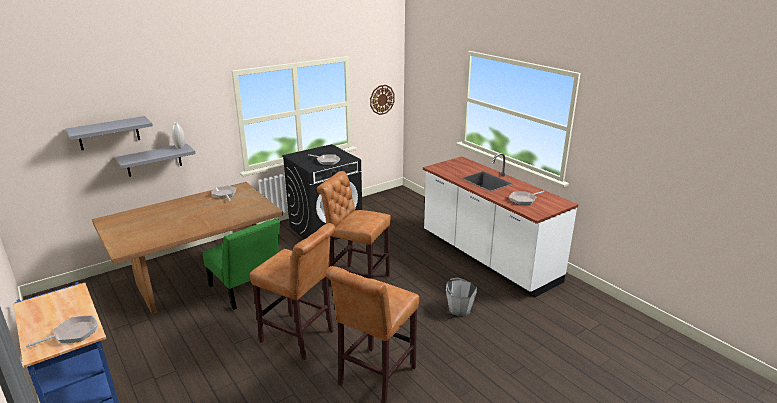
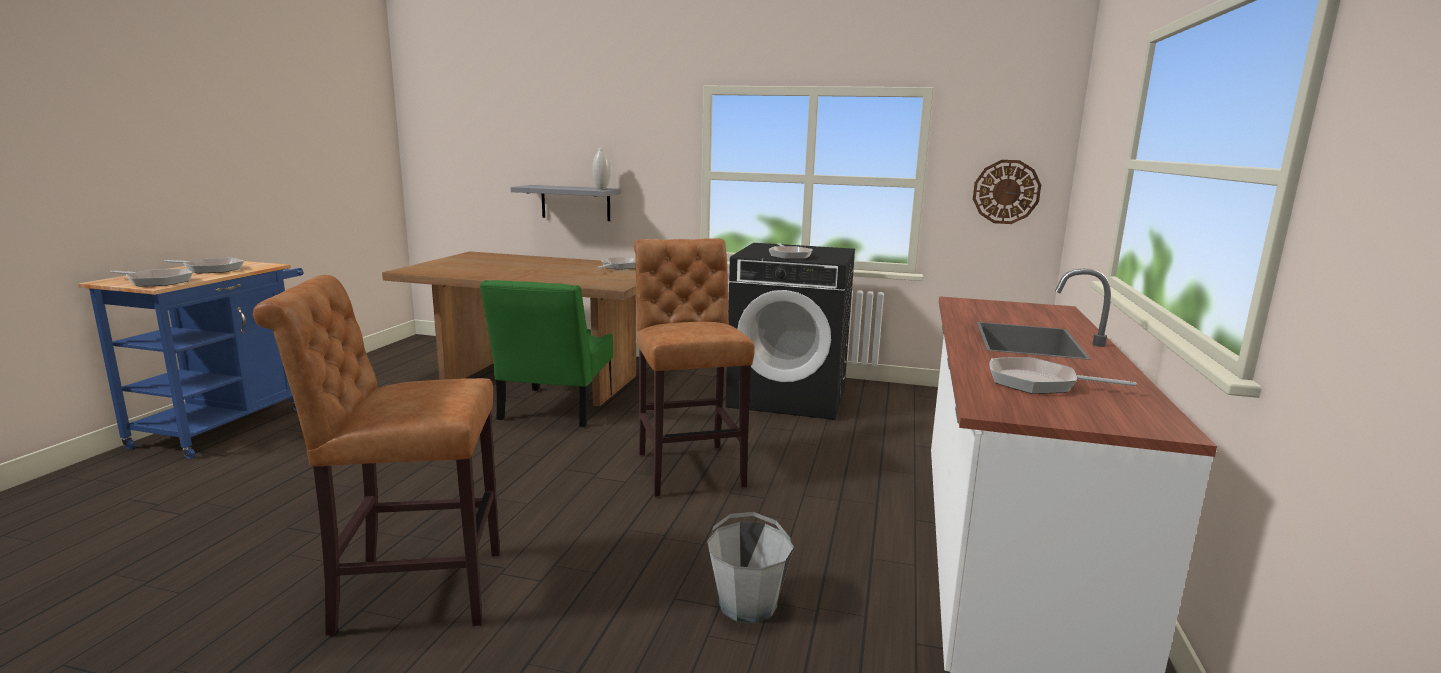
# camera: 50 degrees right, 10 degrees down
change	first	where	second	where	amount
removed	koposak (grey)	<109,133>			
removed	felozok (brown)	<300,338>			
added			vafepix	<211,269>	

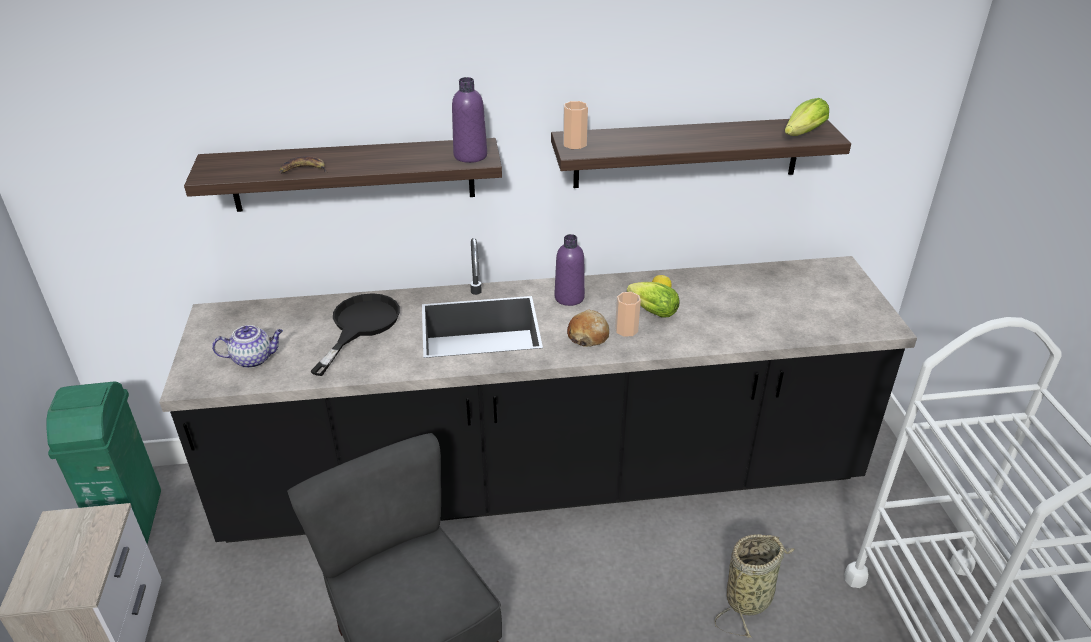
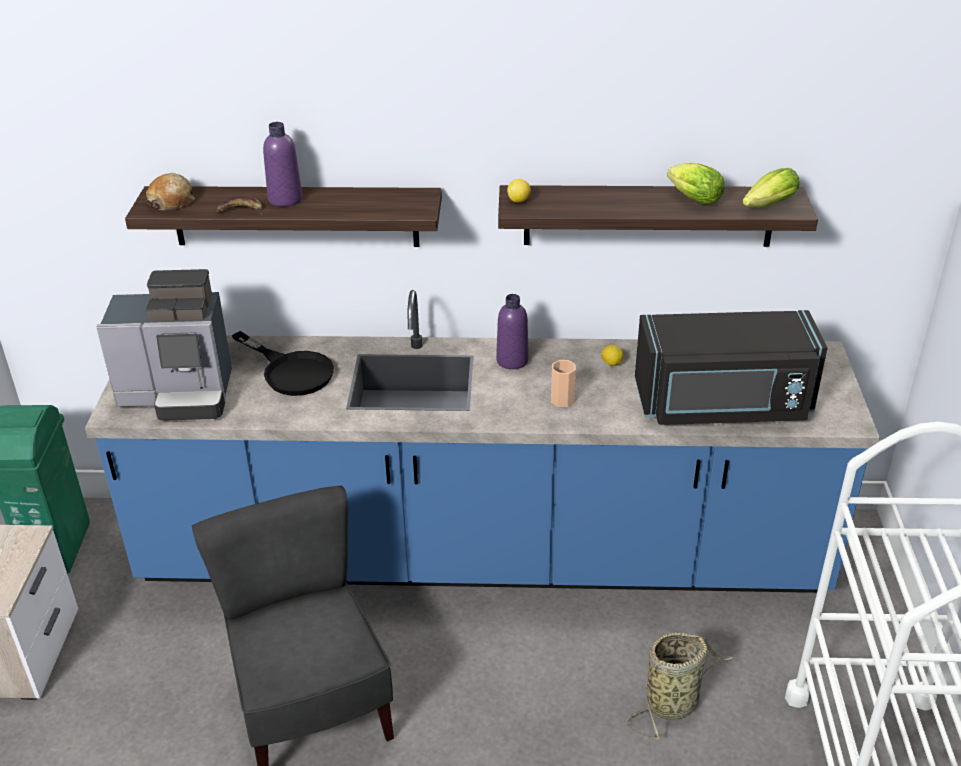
# camera: 10 degrees right, 0 degrees up
change	first	where	second	where	amount
moved	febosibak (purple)	<470,156>		<285,199>	
replaced	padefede	<575,144>	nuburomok	<519,201>	
recoloured	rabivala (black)	<545,481>	rabivala (blue)	<482,557>	
moved	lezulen	<650,311>		<691,198>	
turned	vafepix (black)	<360,326>		<290,371>	105 degrees clockwise
moved	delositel	<588,335>		<171,201>	
replaced	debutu	<254,359>	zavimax	<180,394>	
added			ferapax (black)	<723,405>	

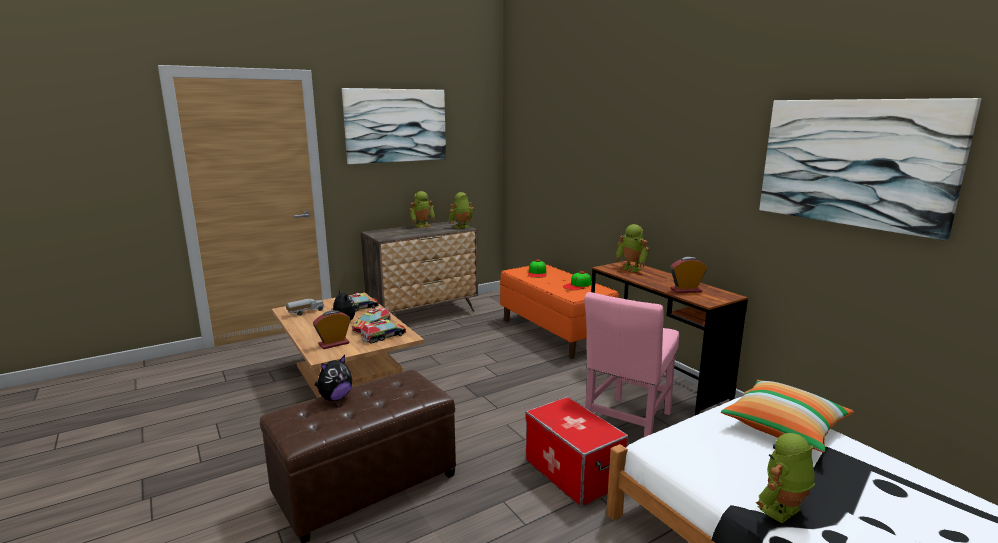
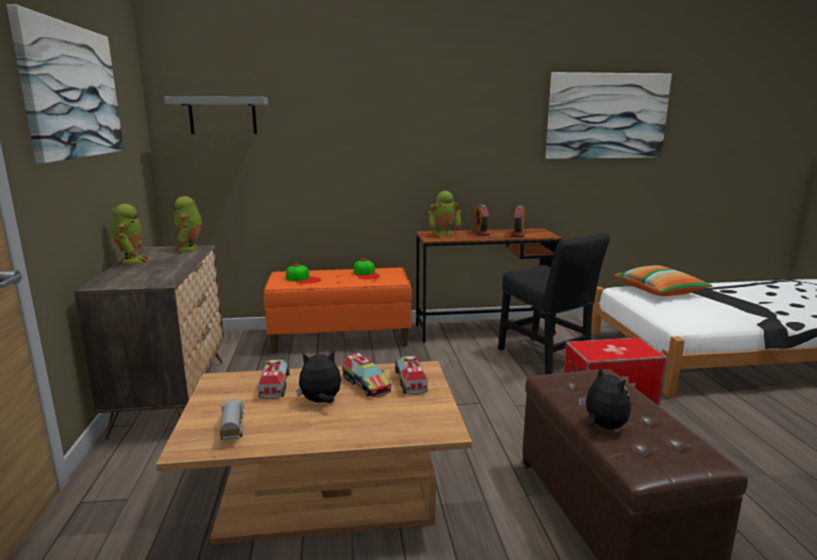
# camera: 65 degrees left, 0 degrees up
change	first	where	second	where	amount
recoloured	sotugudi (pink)	<627,426>	sotugudi (black)	<545,357>	
moved	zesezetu	<334,344>		<480,233>	
removed	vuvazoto	<782,511>			
added			koposak (grey)	<223,116>	

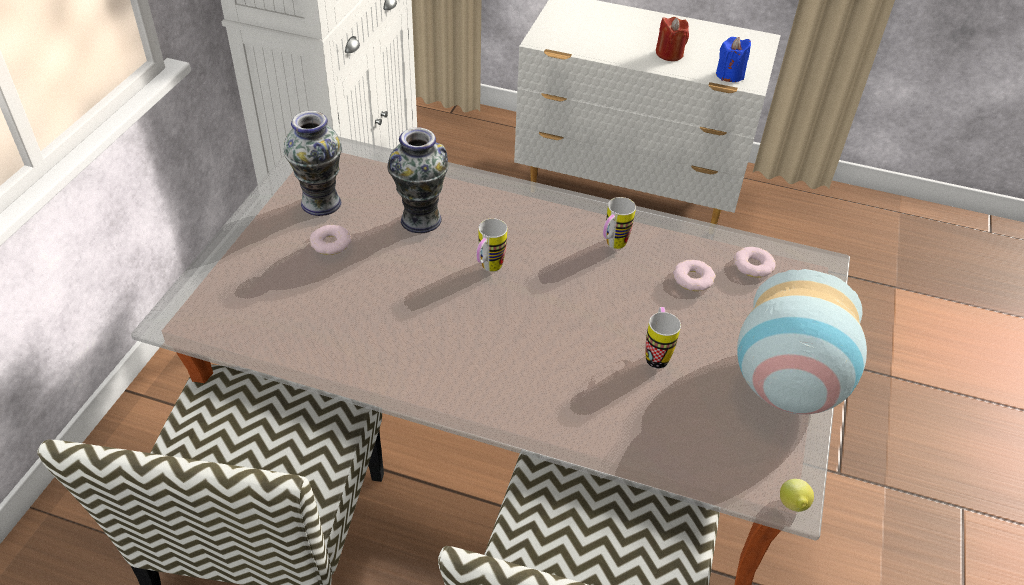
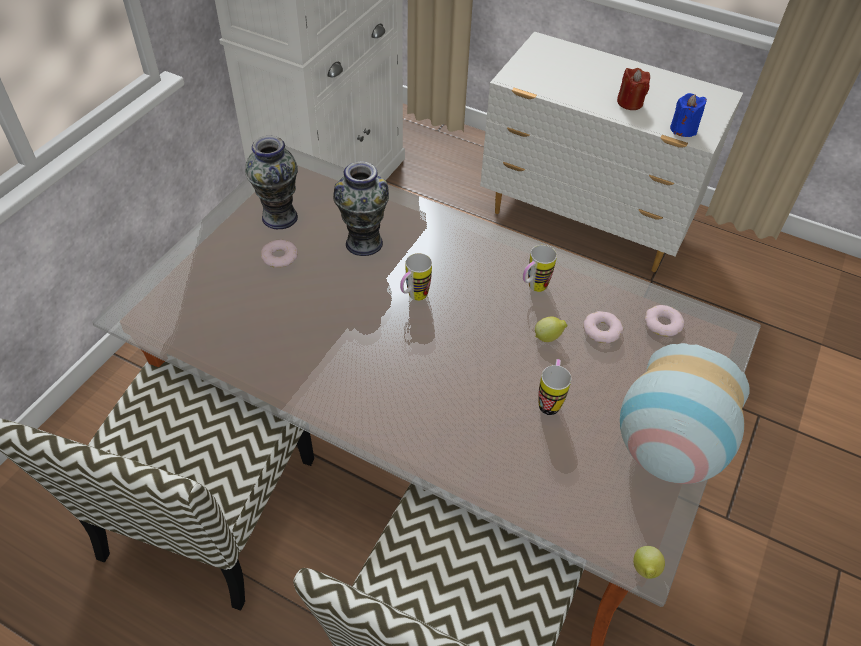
# camera: 10 degrees right, 5 degrees up
change	first	where	second	where	amount
added			nuburomok	<548,337>	

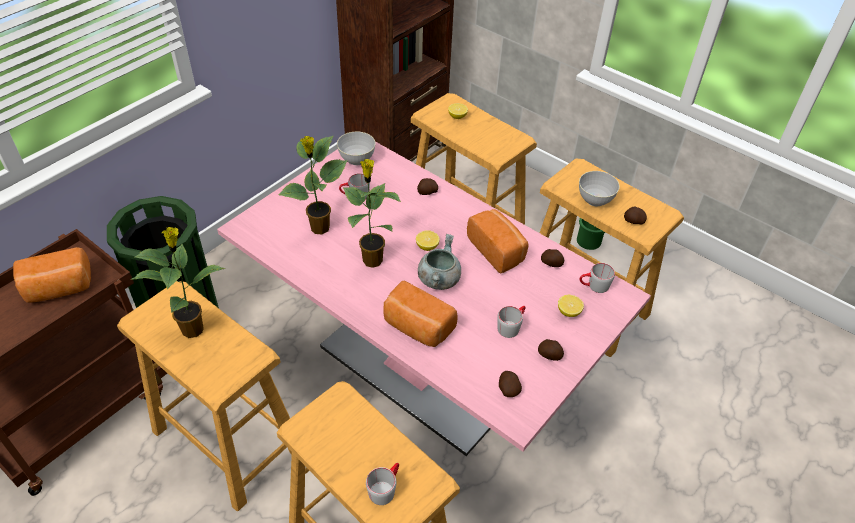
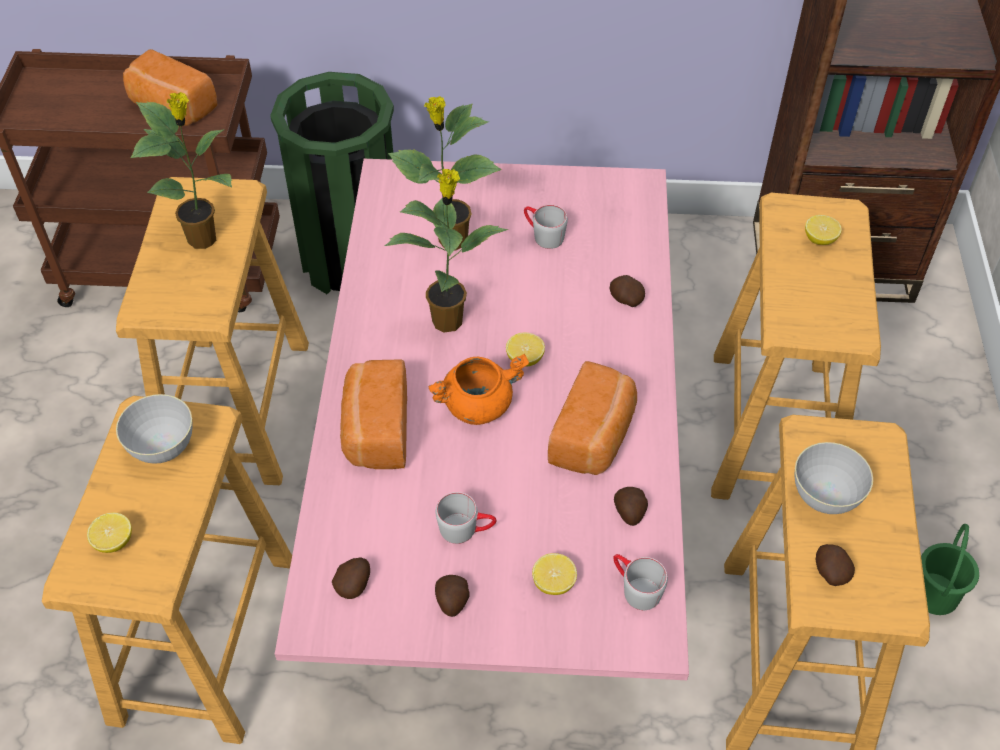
# camera: 55 degrees right, 5 degrees up
change	first	where	second	where	amount
moved	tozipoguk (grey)	<356,159>		<163,447>	
recoloured	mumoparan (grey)	<438,279>	mumoparan (orange)	<478,404>	
replaced	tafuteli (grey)	<385,488>	nuburomok	<114,541>	

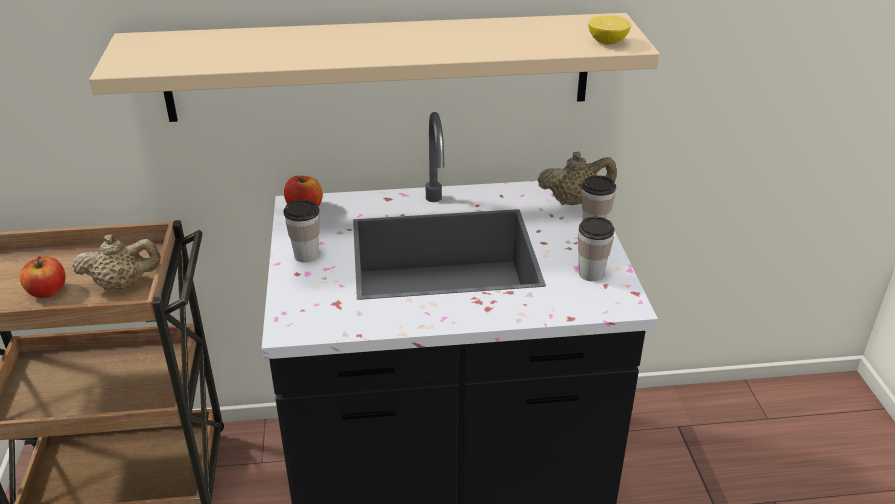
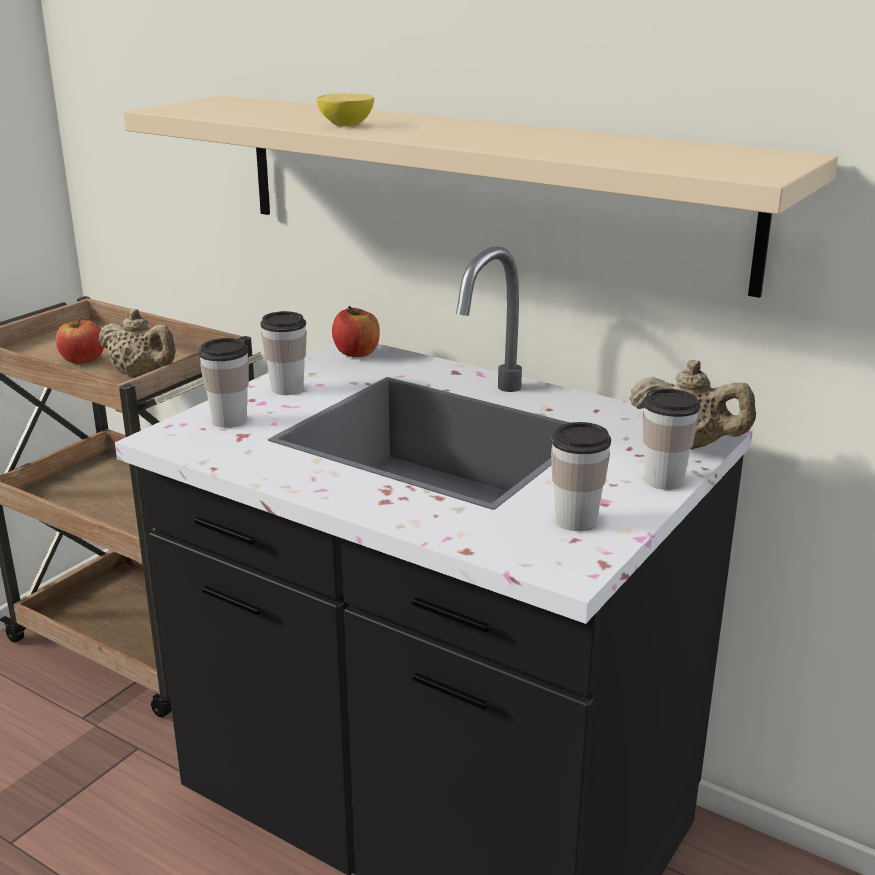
# camera: 40 degrees right, 10 degrees down
change	first	where	second	where	amount
moved	nuburomok	<607,42>		<346,125>	
added			padefede	<229,420>	

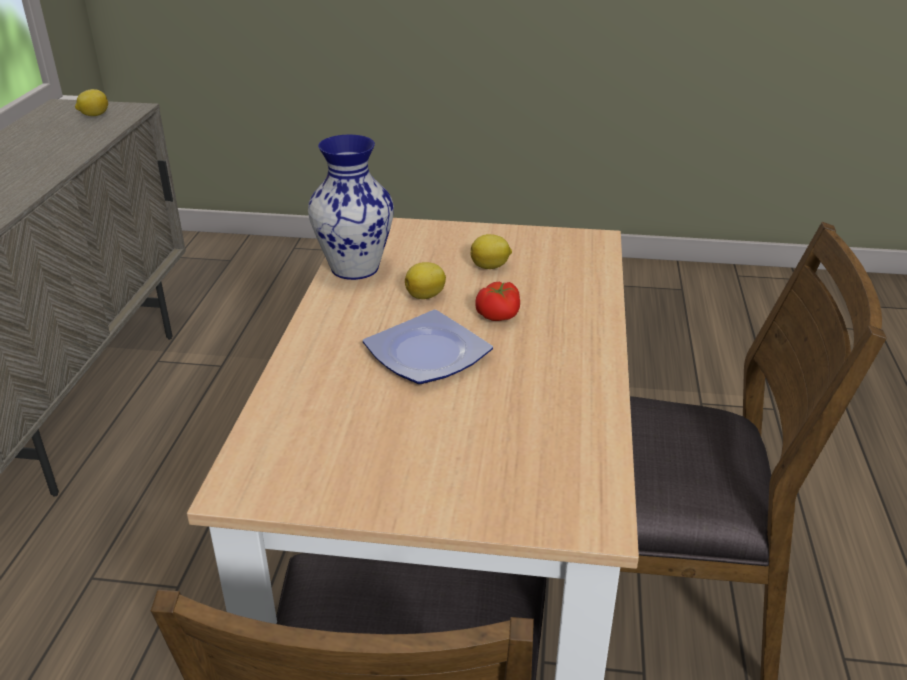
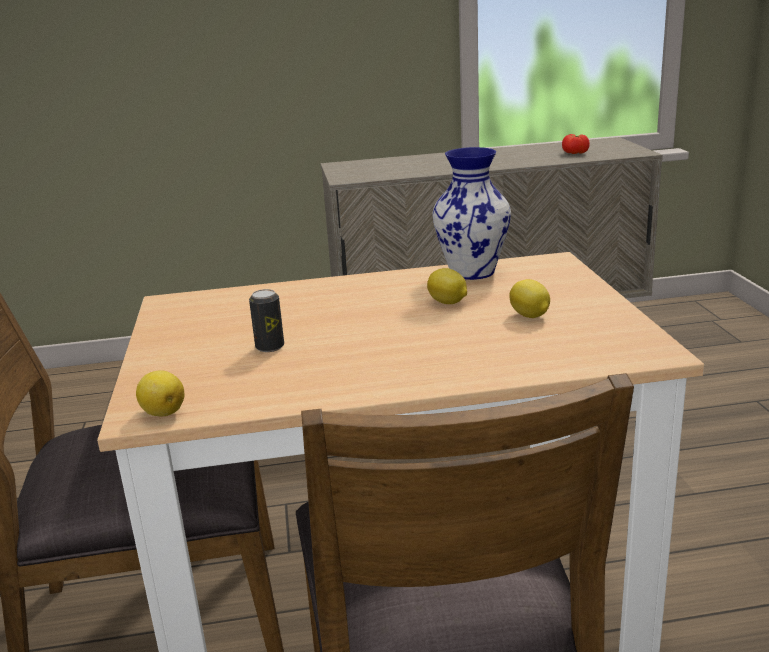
# camera: 75 degrees right, 10 degrees down
change	first	where	second	where	amount
moved	nuburomok	<94,115>		<163,412>	
moved	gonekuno	<499,315>		<575,153>	
removed	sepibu	<425,354>			
added			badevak	<270,347>	

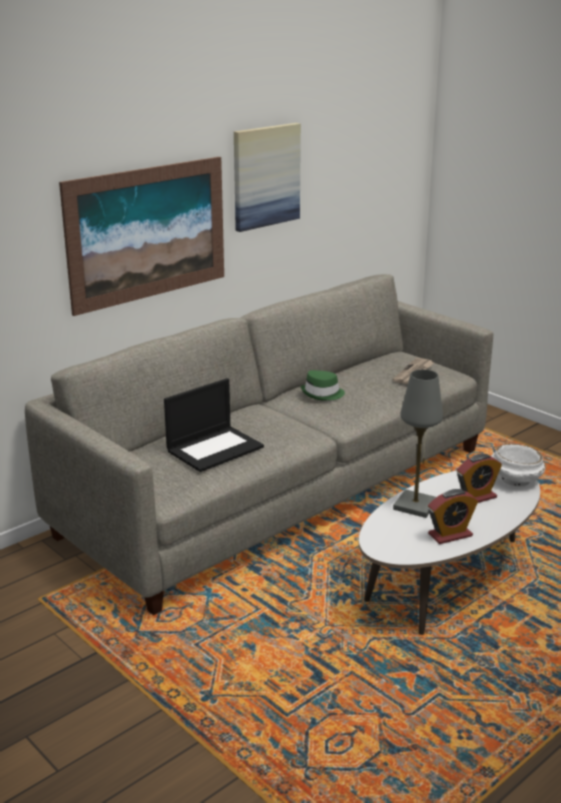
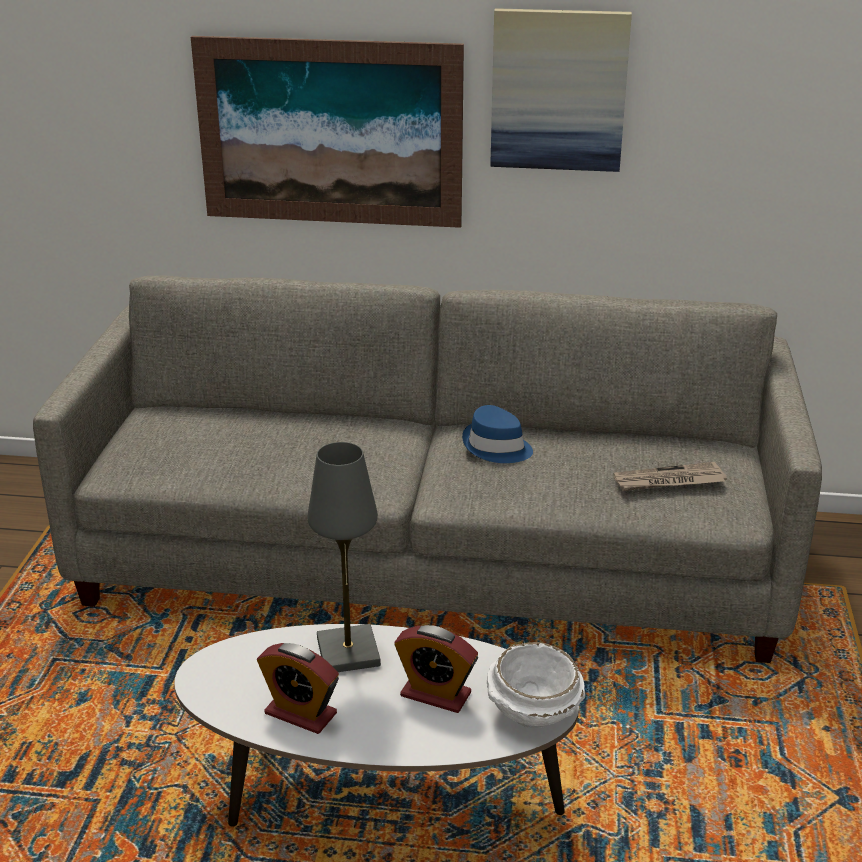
# camera: 50 degrees right, 5 degrees up
change	first	where	second	where	amount
recoloured	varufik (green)	<322,394>	varufik (blue)	<496,447>	
removed	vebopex	<215,448>			

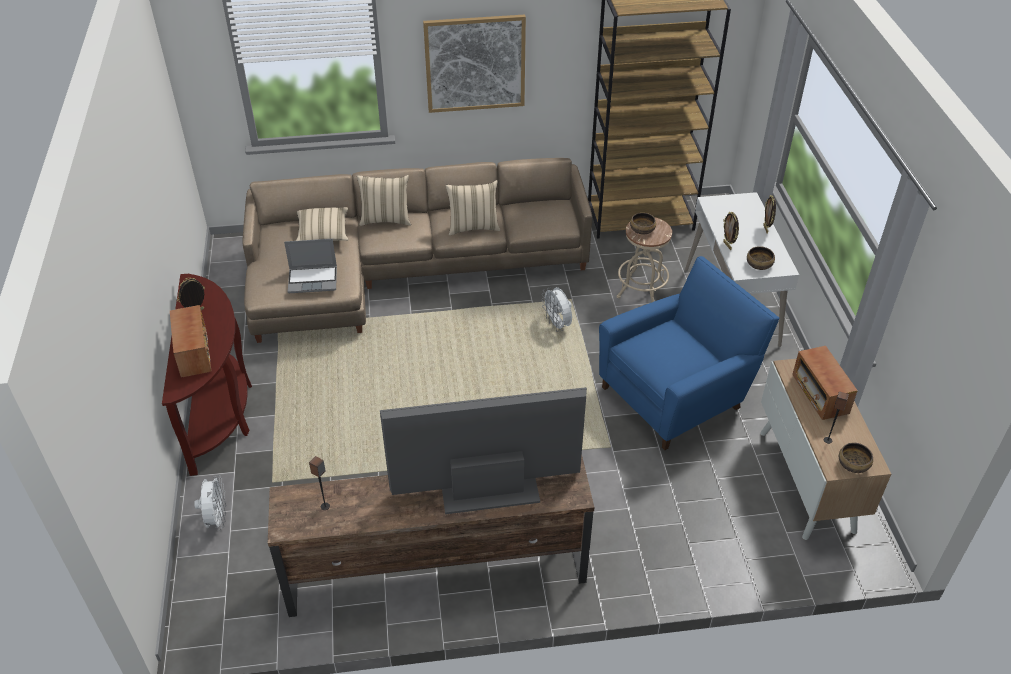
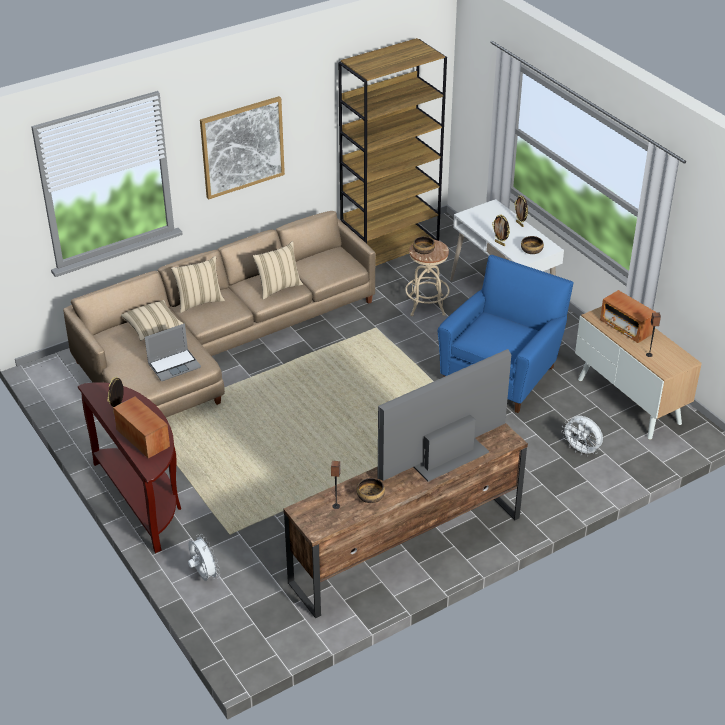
# camera: 25 degrees left, 5 degrees down
change	first	where	second	where	amount
moved	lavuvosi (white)	<557,324>		<581,450>	
moved	tozipoguk	<853,465>		<370,497>	

